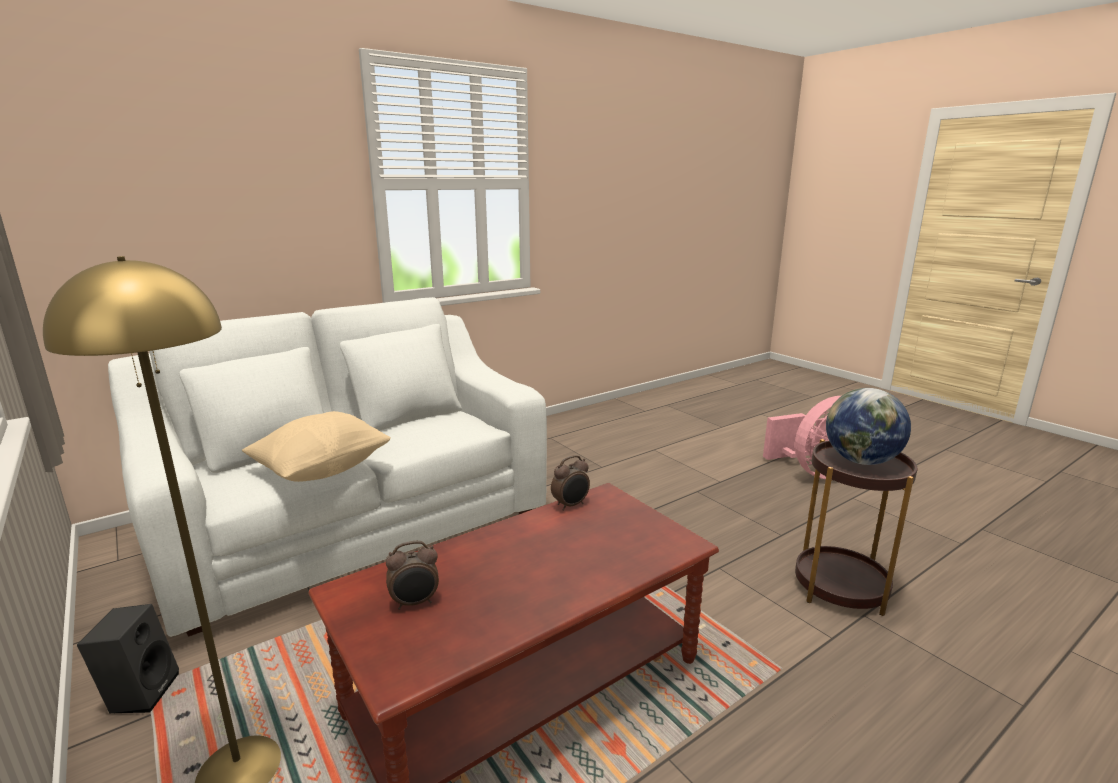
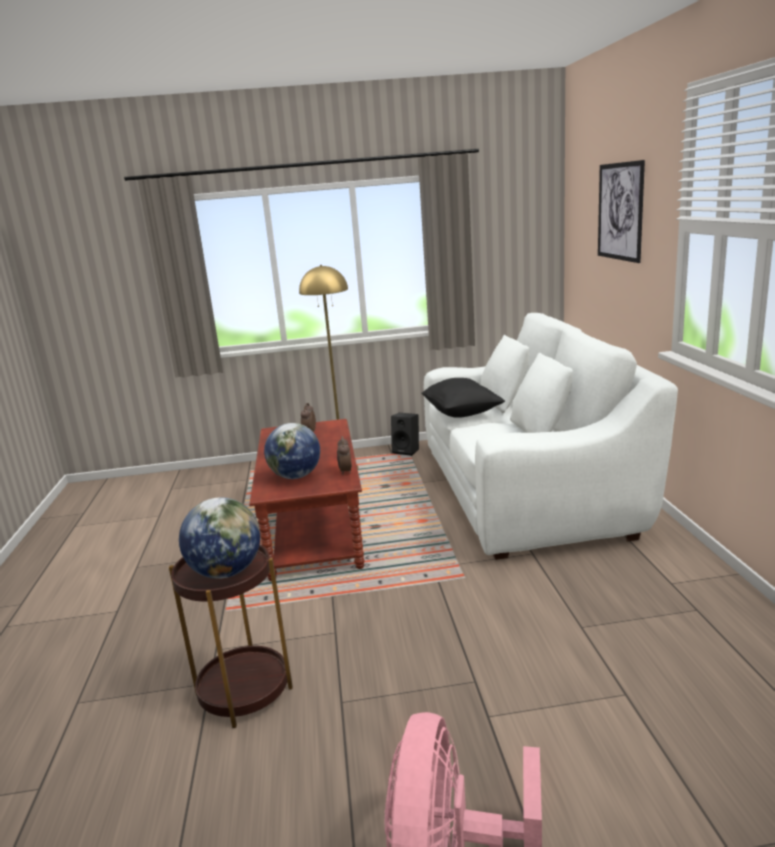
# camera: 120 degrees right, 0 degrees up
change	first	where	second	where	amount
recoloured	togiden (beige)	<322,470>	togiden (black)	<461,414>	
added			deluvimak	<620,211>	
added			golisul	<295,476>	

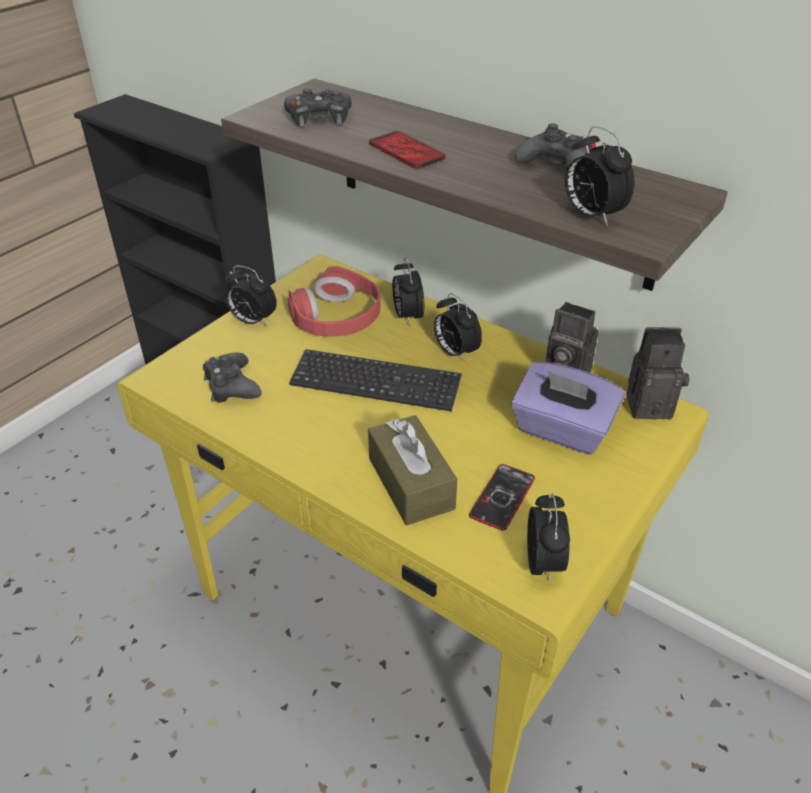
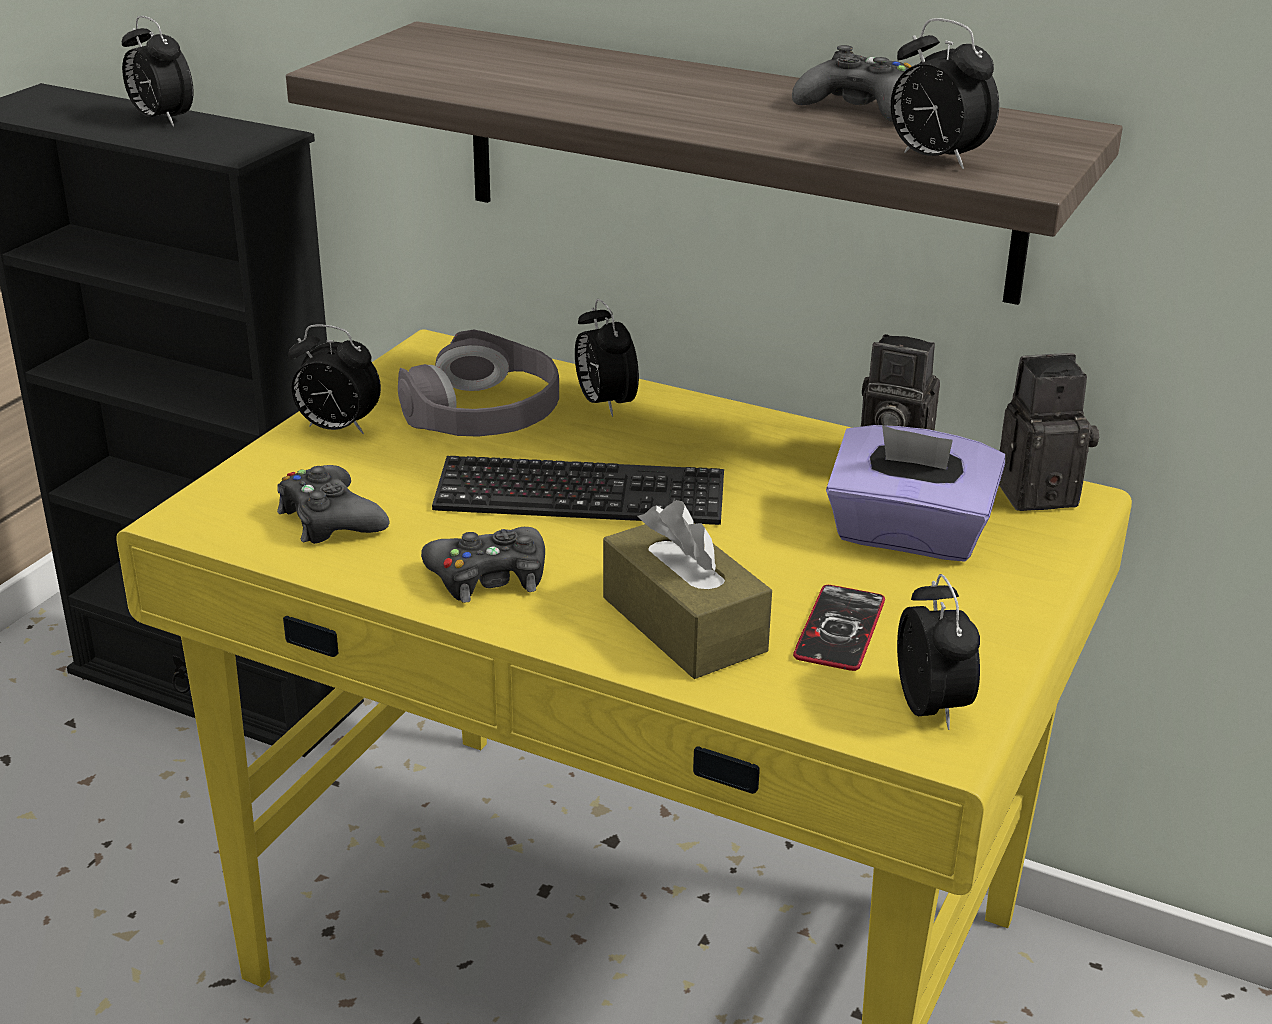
# camera: 10 degrees left, 10 degrees down
change	first	where	second	where	amount
moved	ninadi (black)	<319,118>		<489,577>	
removed	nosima	<406,151>			
recoloured	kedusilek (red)	<337,317>	kedusilek (grey)	<483,413>	
moved	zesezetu	<455,352>		<161,120>	

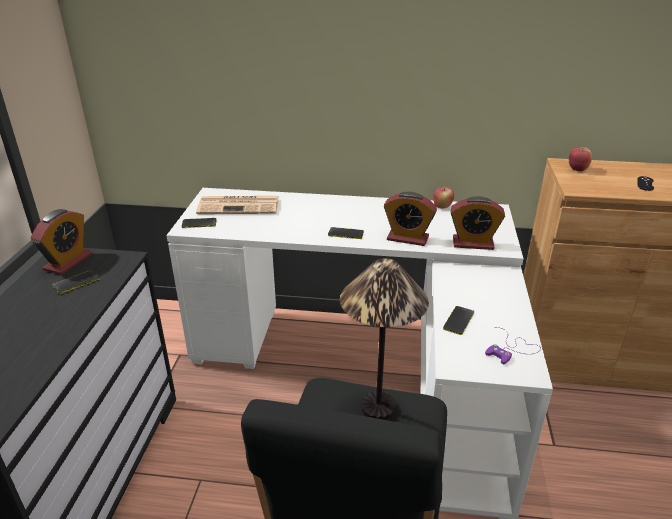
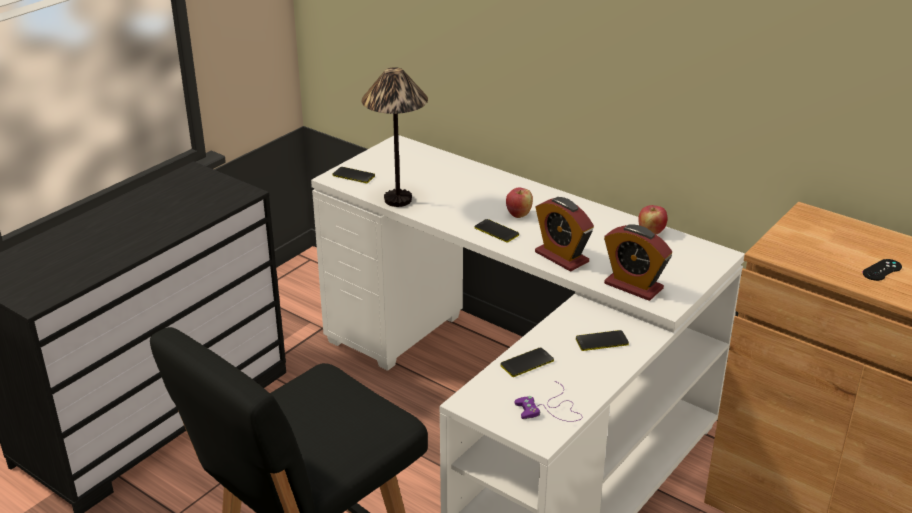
# camera: 30 degrees right, 0 degrees up
change	first	where	second	where	amount
moved	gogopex	<577,169>		<518,214>	
removed	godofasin	<240,205>			
removed	zesezetu	<68,262>			
moved	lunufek	<377,408>		<397,200>	
moved	nosima	<76,282>		<602,341>	

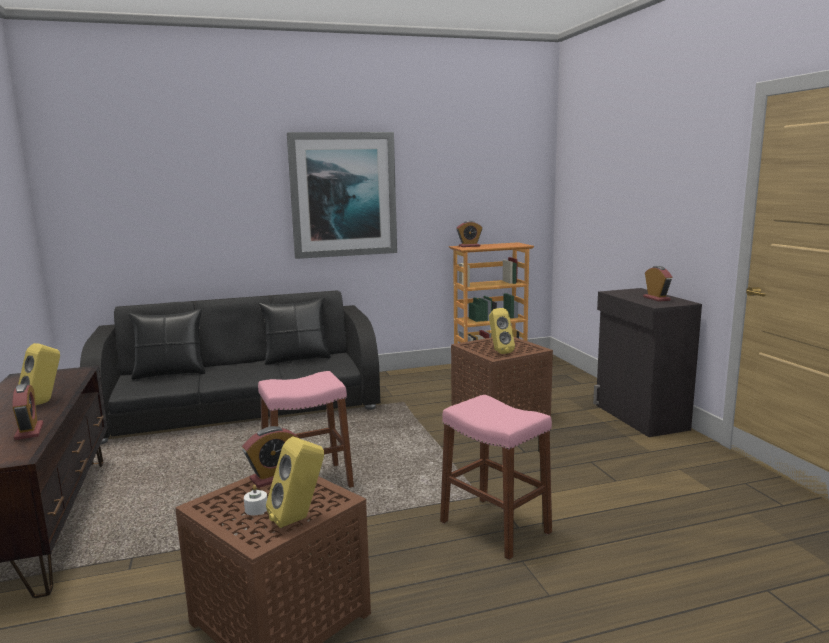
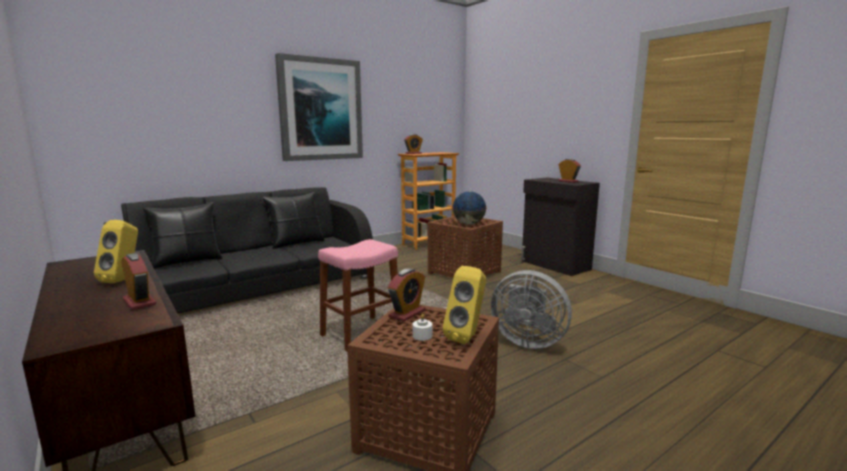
# camera: 20 degrees left, 0 degrees up
change	first	where	second	where	amount
replaced	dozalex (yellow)	<499,352>	golisul	<468,224>	
replaced	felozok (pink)	<495,527>	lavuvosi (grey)	<527,341>	

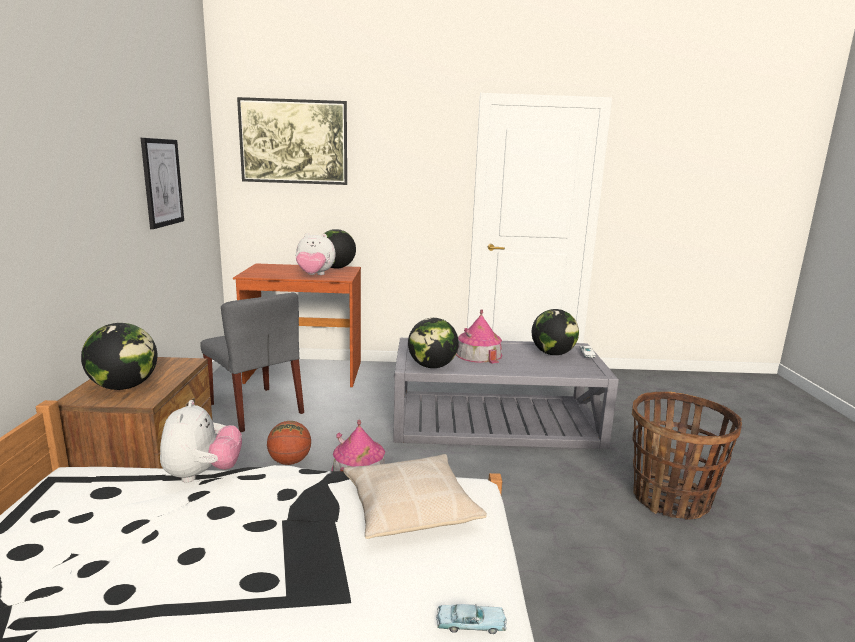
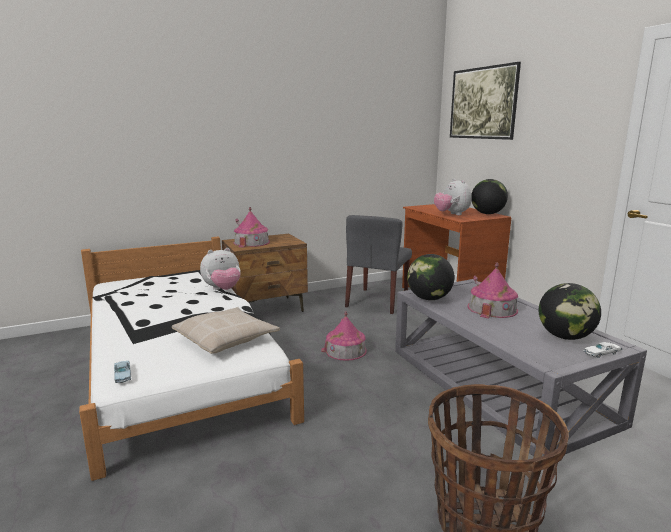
# camera: 65 degrees right, 0 degrees up
change	first	where	second	where	amount
removed	deluvimak	<162,182>			
replaced	golisul	<124,387>	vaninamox	<251,242>	
removed	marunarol	<290,461>			

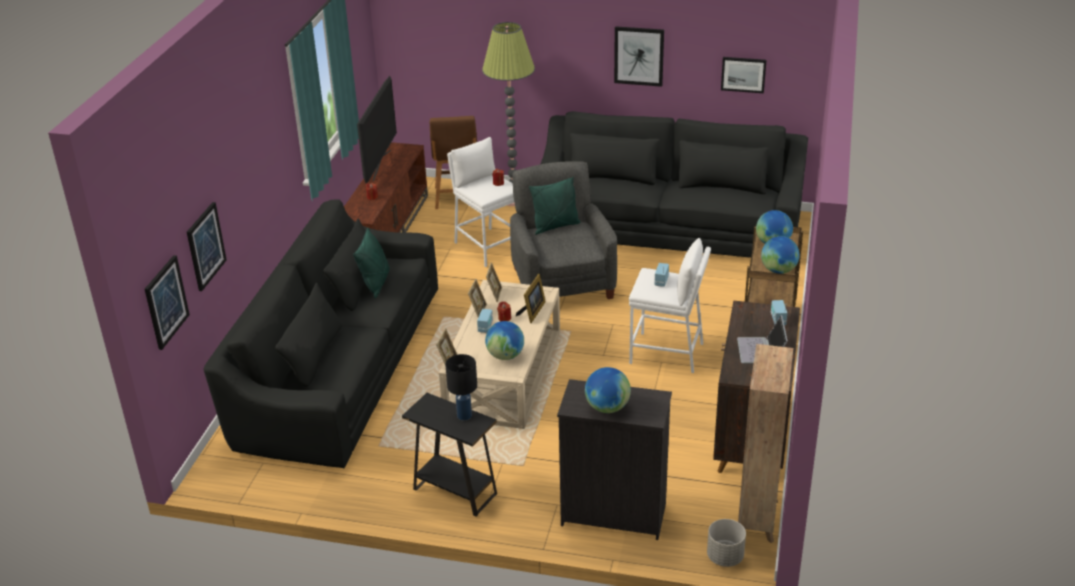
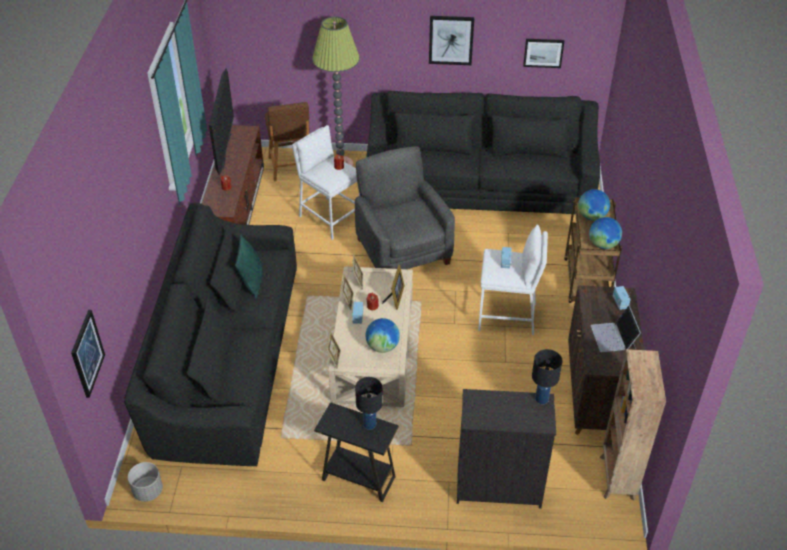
# camera: 10 degrees left, 10 degrees up
change	first	where	second	where	amount
removed	togiden (green)	<555,226>			
removed	deluvimak	<205,246>			
removed	golisul	<607,407>			
moved	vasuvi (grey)	<724,557>		<148,491>	
added			lunufek (black)	<542,399>	

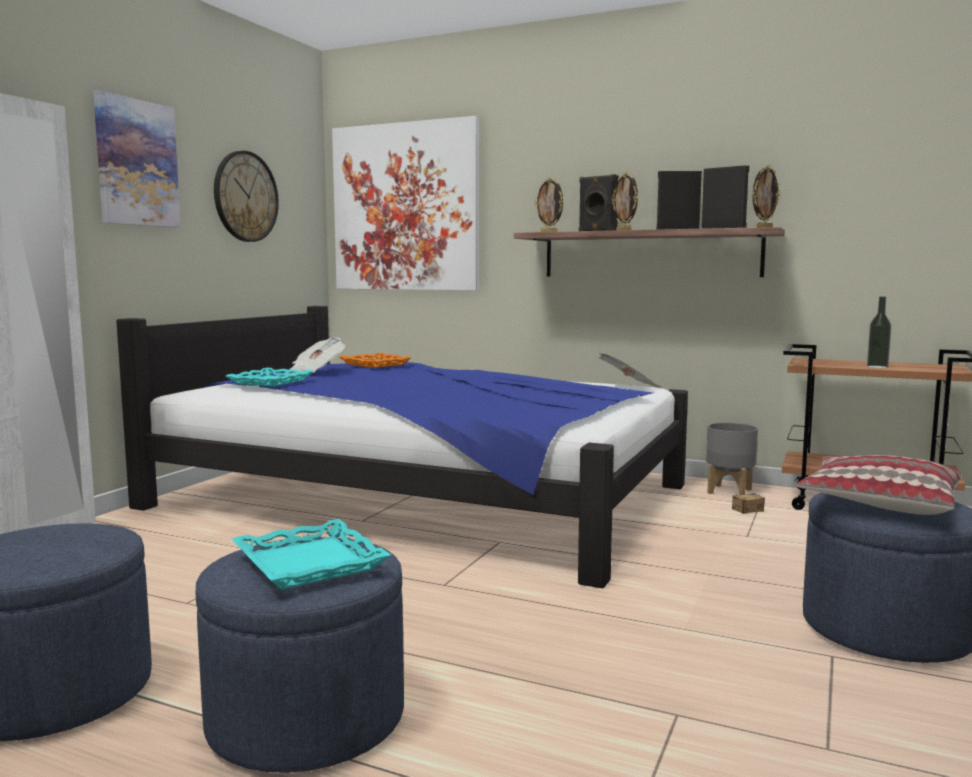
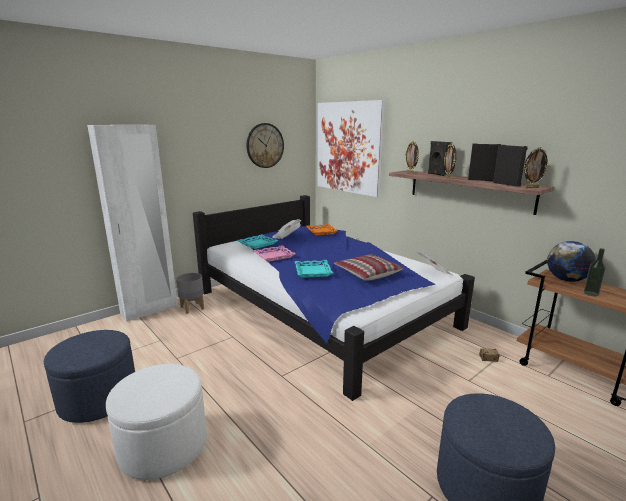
# camera: 25 degrees right, 10 degrees up
change	first	where	second	where	amount
removed	deluvimak	<136,163>			
moved	vasuvi (grey)	<730,491>		<192,308>	
moved	togiden	<879,502>		<367,273>	
moved	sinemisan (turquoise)	<311,563>		<313,271>	
recoloured	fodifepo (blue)	<306,718>	fodifepo (white)	<163,445>	
added			golisul	<566,280>	
added			sinemisan (pink)	<274,256>	

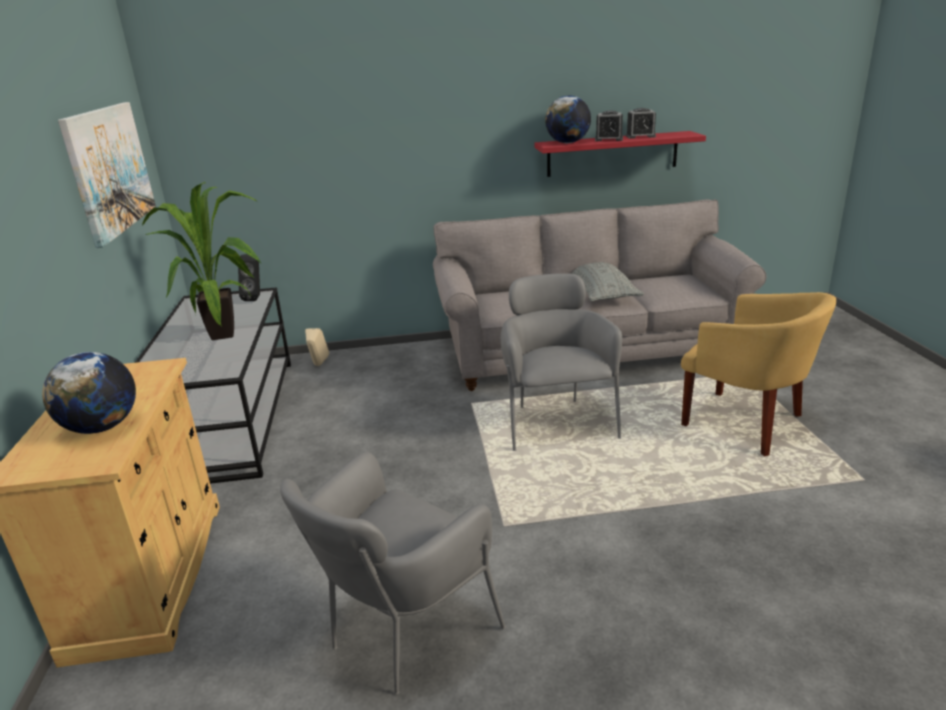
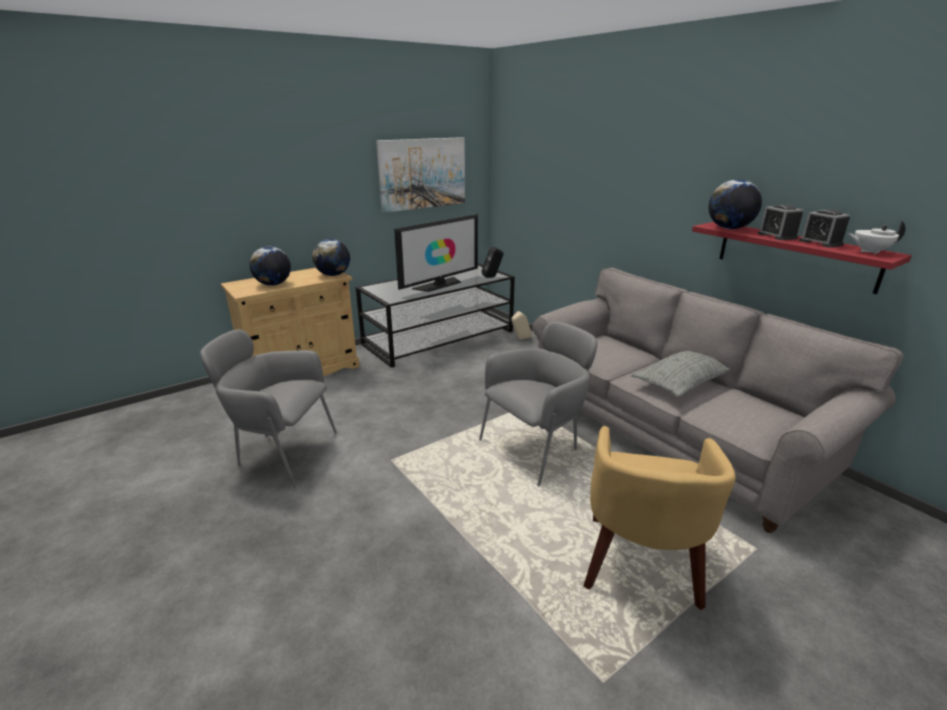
# camera: 60 degrees right, 0 degrees up
change	first	where	second	where	amount
replaced	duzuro	<223,333>	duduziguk	<439,285>	
added			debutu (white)	<869,252>	
added			golisul	<333,275>	

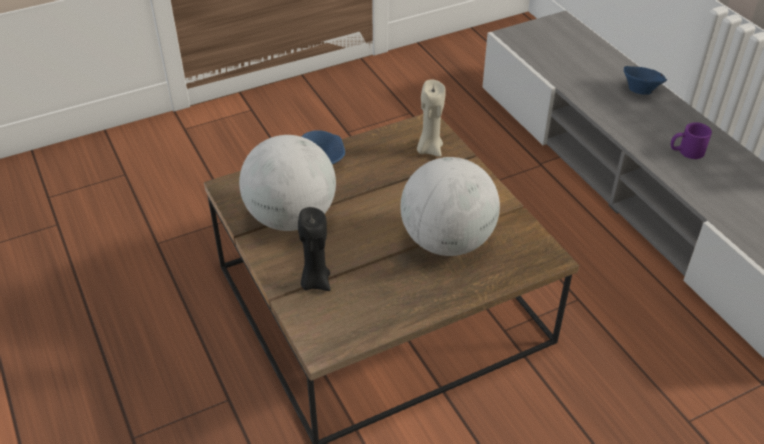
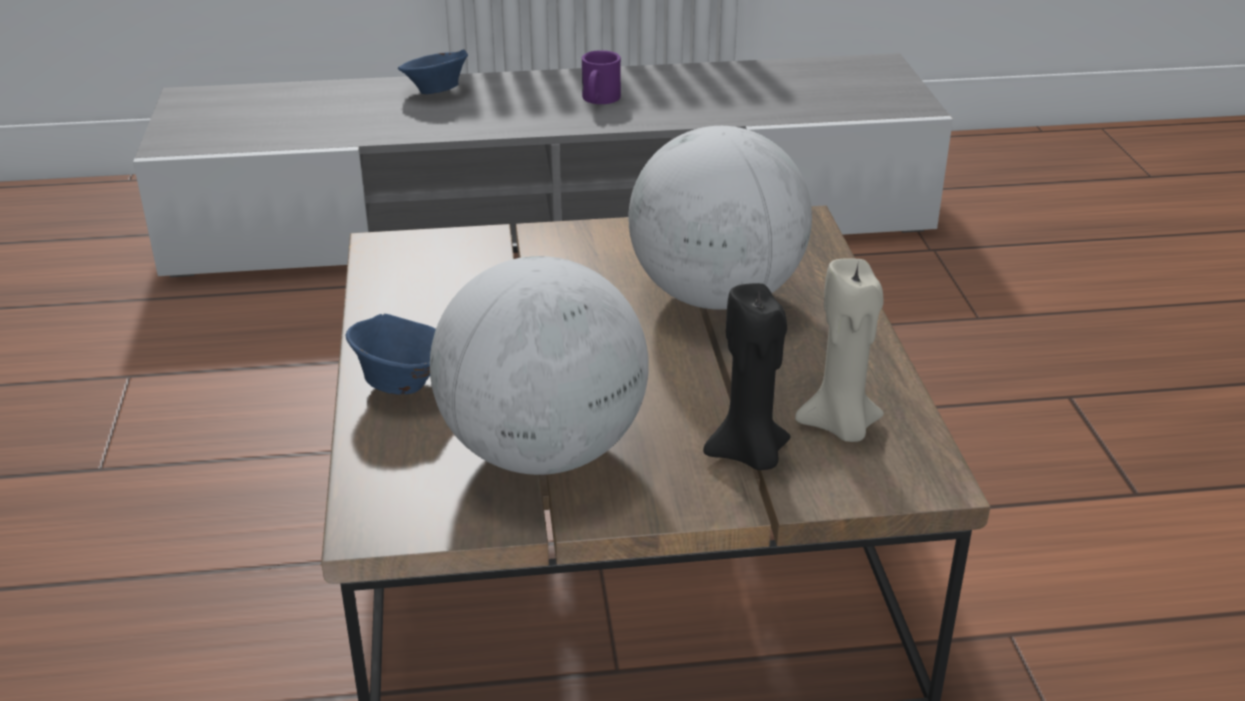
# camera: 70 degrees left, 10 degrees down
change	first	where	second	where	amount
moved	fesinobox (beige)	<429,149>		<840,427>	

